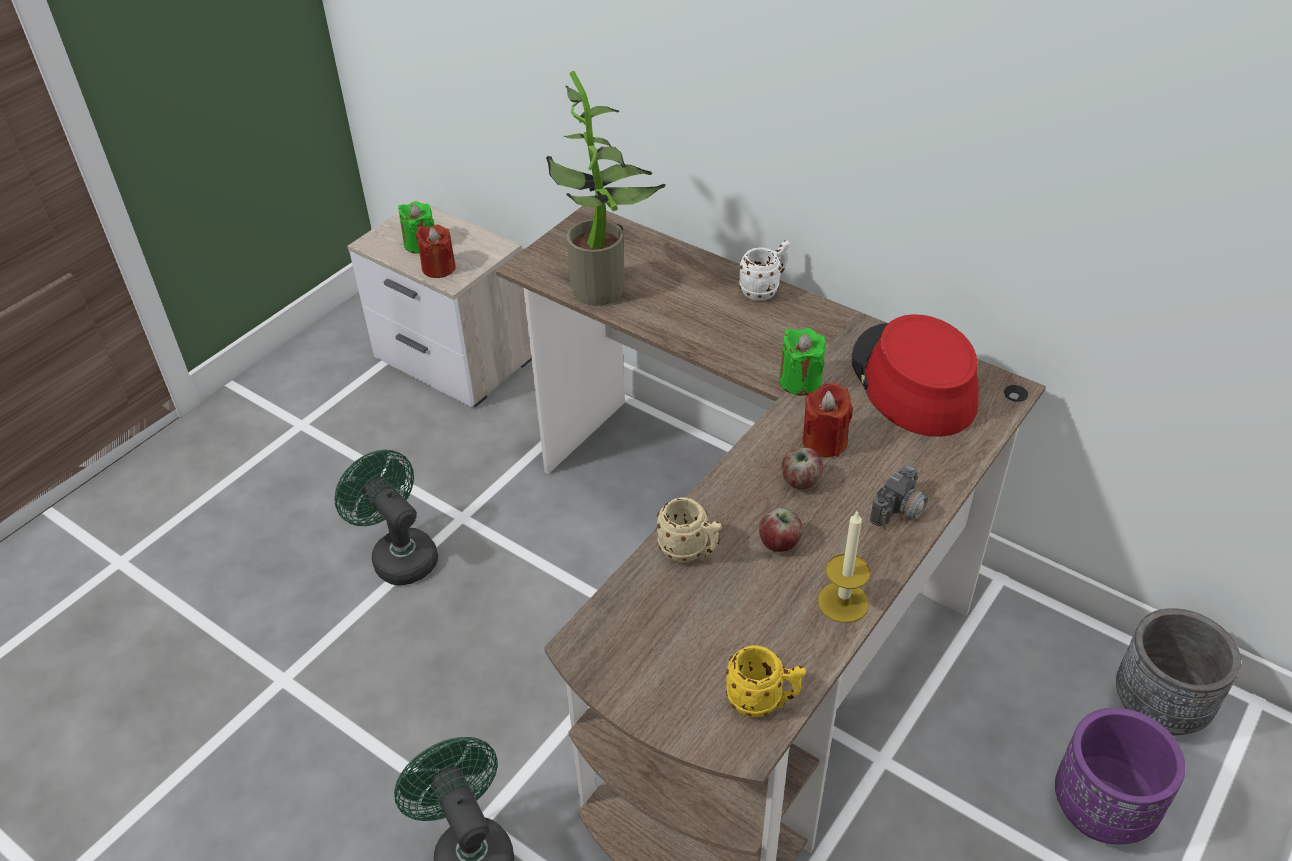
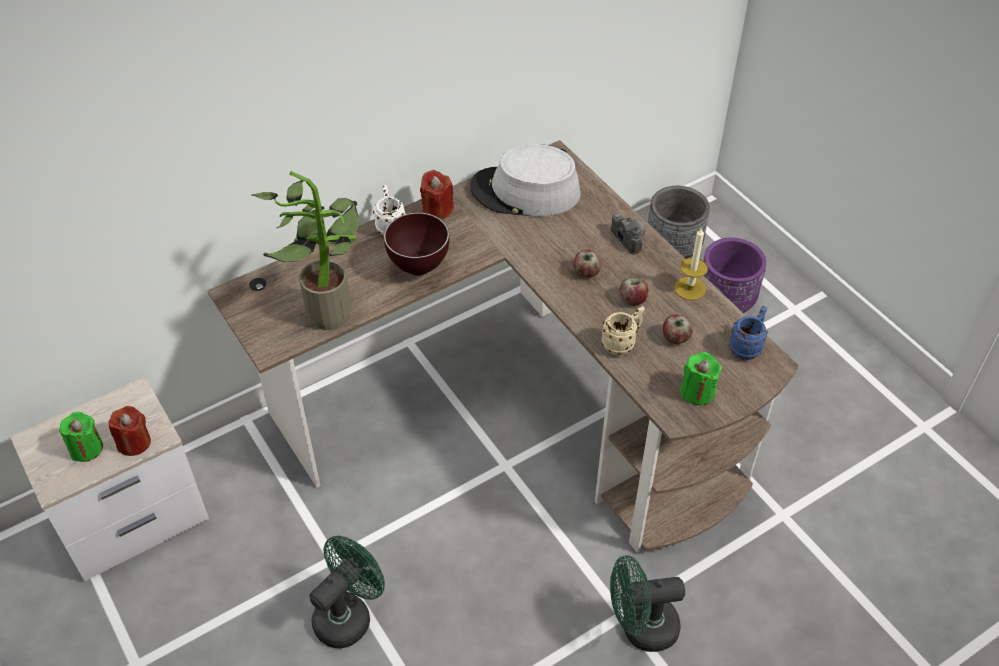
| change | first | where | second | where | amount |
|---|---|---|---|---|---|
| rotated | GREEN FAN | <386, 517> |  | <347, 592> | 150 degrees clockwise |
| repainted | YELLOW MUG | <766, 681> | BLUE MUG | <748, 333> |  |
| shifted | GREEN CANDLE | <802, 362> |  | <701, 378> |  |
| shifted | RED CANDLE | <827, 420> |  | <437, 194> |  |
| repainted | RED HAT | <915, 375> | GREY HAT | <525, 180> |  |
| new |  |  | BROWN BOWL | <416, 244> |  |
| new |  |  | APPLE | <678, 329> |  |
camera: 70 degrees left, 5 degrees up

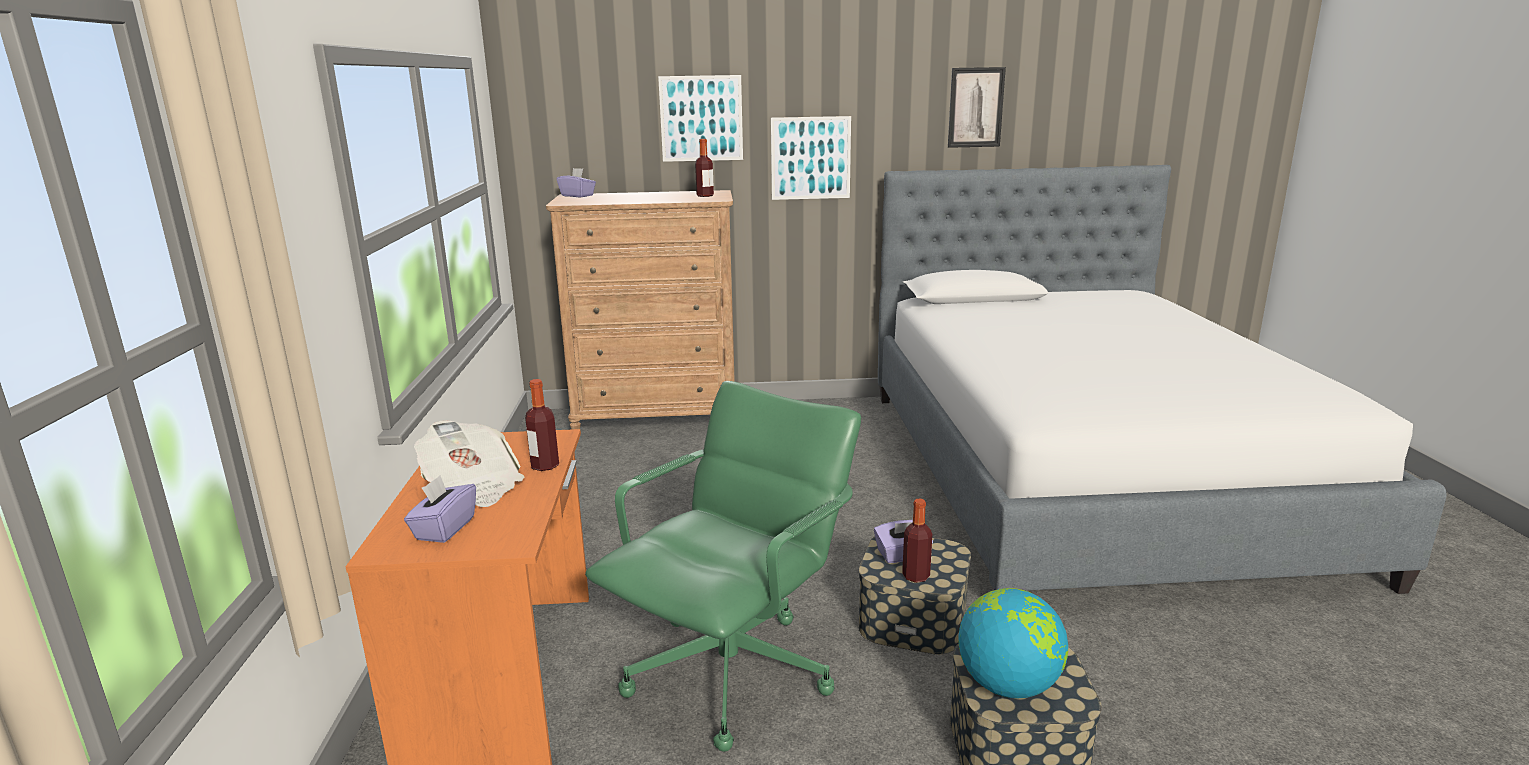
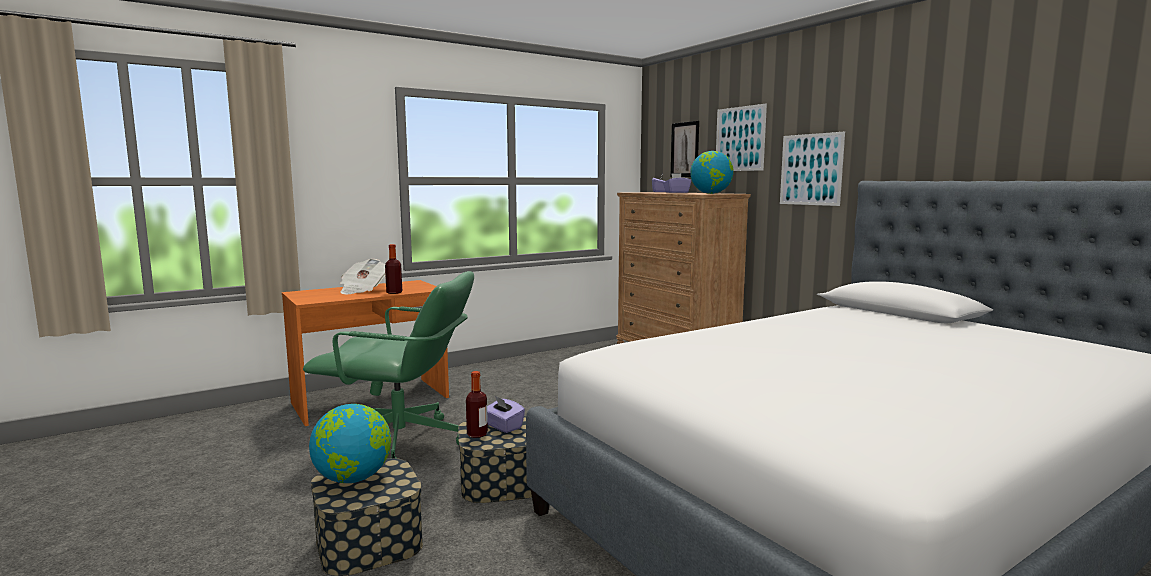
| change | first | where | second | where | amount |
|---|---|---|---|---|---|
| shifted | PURPLE TISSUE BOX | <440, 509> |  | <677, 183> |  |
| swapped | BOTTLE | <704, 168> | GLOBE | <712, 172> |  |
| shifted | PICTURE | <977, 107> |  | <684, 149> |  |
camera: 60 degrees right, 10 degrees down

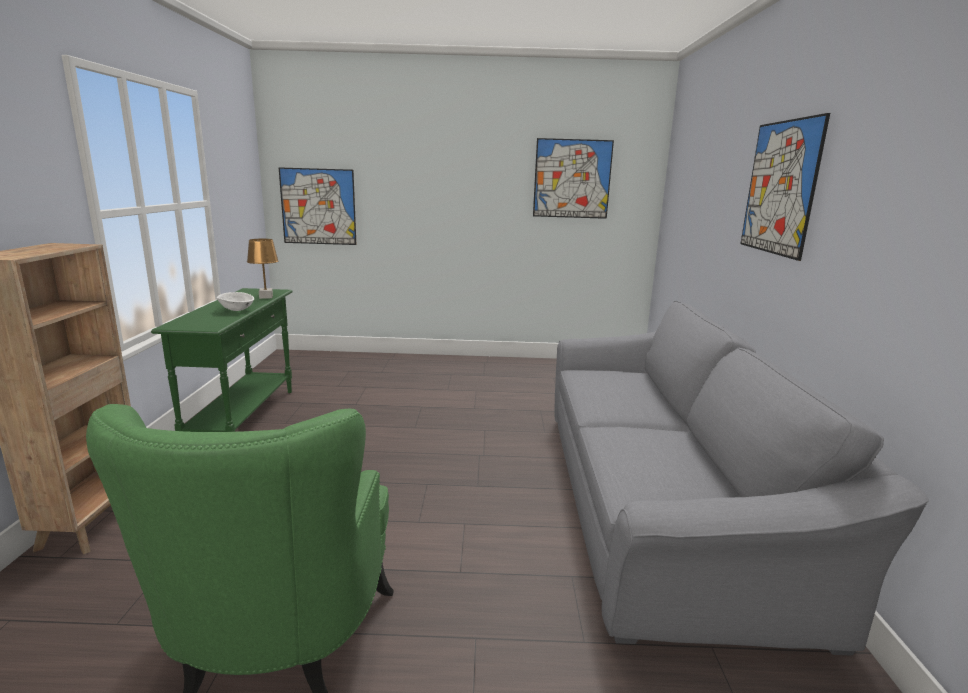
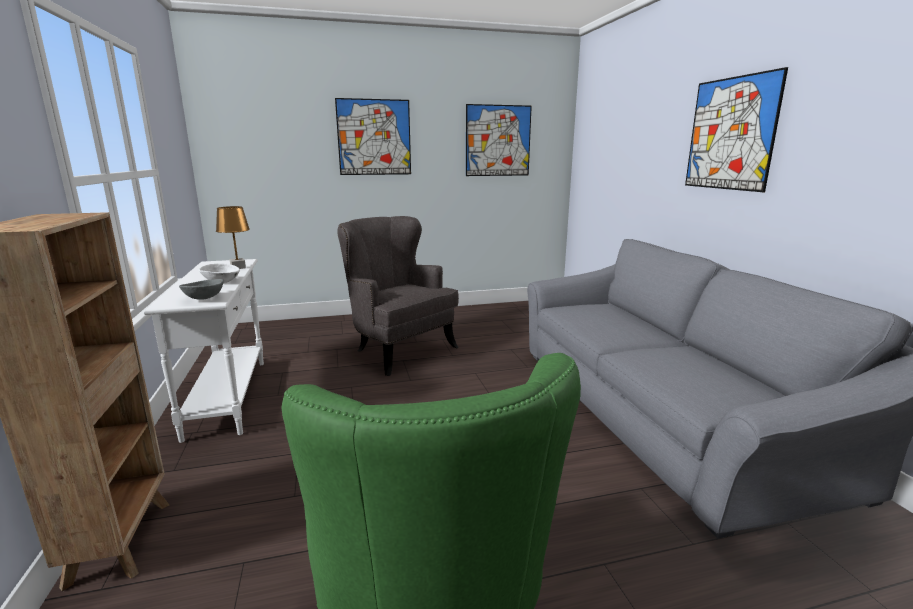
| change | first | where | second | where | amount |
|---|---|---|---|---|---|
| repainted | GREEN CONSOLE TABLE | <222, 360> | WHITE CONSOLE TABLE | <204, 351> |  |
| shifted | PICTURE | <317, 206> |  | <373, 136> |  |
| new |  |  | GREY BOWL | <201, 289> |  |
| new |  |  | GREY ARMCHAIR | <398, 296> |  |
camera: 15 degrees left, 0 degrees up

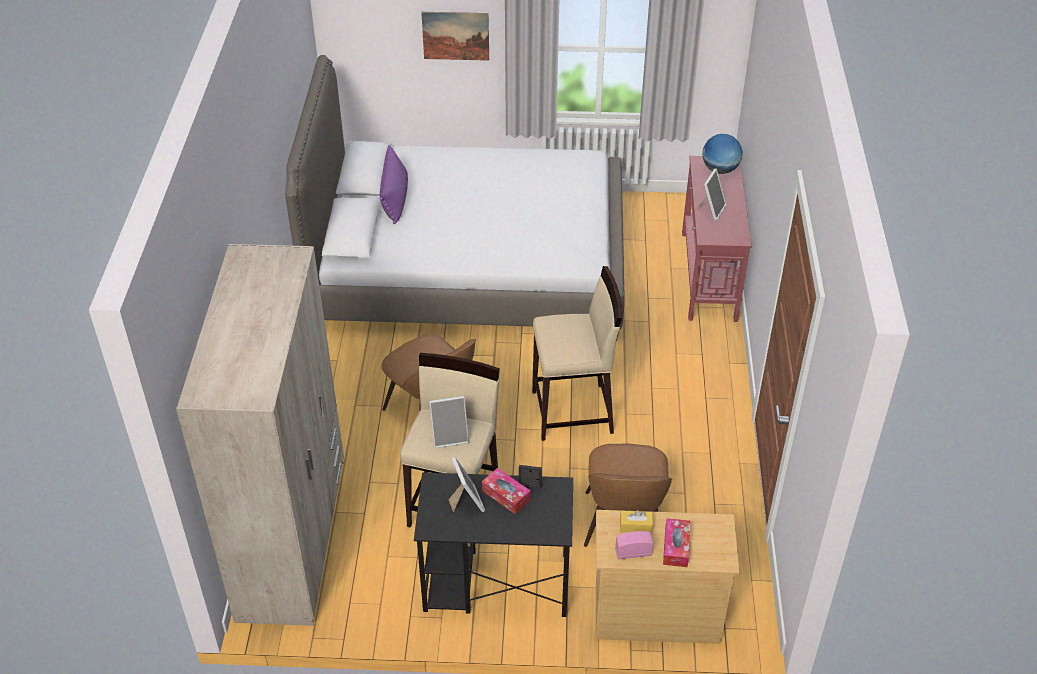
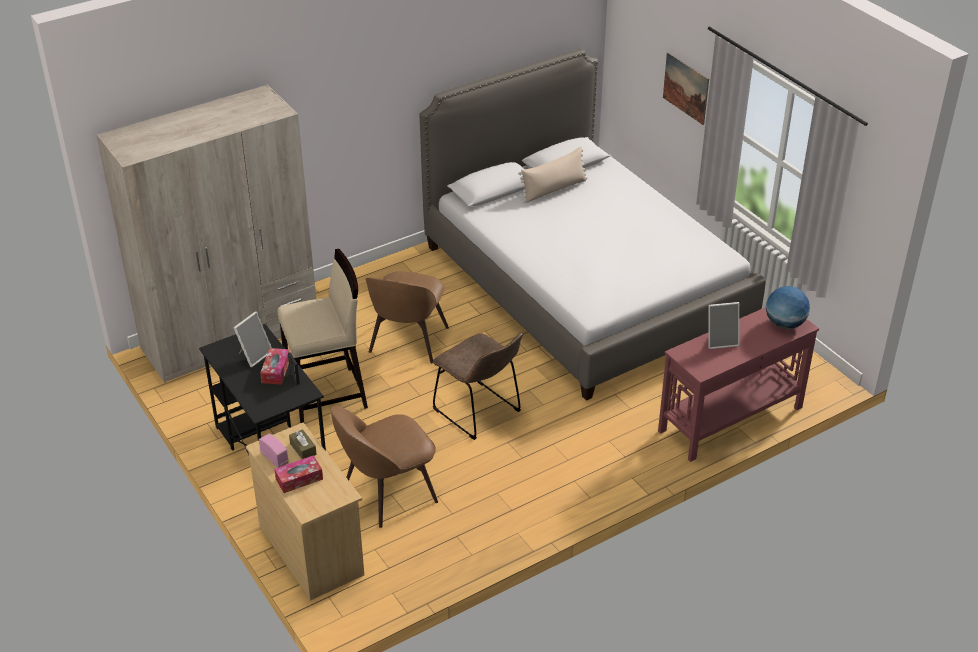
| change | first | where | second | where | amount |
|---|---|---|---|---|---|
| repainted | PURPLE PILLOW | <394, 185> | BEIGE PILLOW | <553, 175> |  |
| gone | PICTURE FRAME | <449, 422> |  |  |  |
| swapped | BEIGE STOOL | <577, 353> | BROWN CHAIR | <477, 386> |  |
| repainted | YELLOW TISSUE BOX | <636, 522> | BROWN TISSUE BOX | <303, 444> |  |
camera: 55 degrees right, 5 degrees down

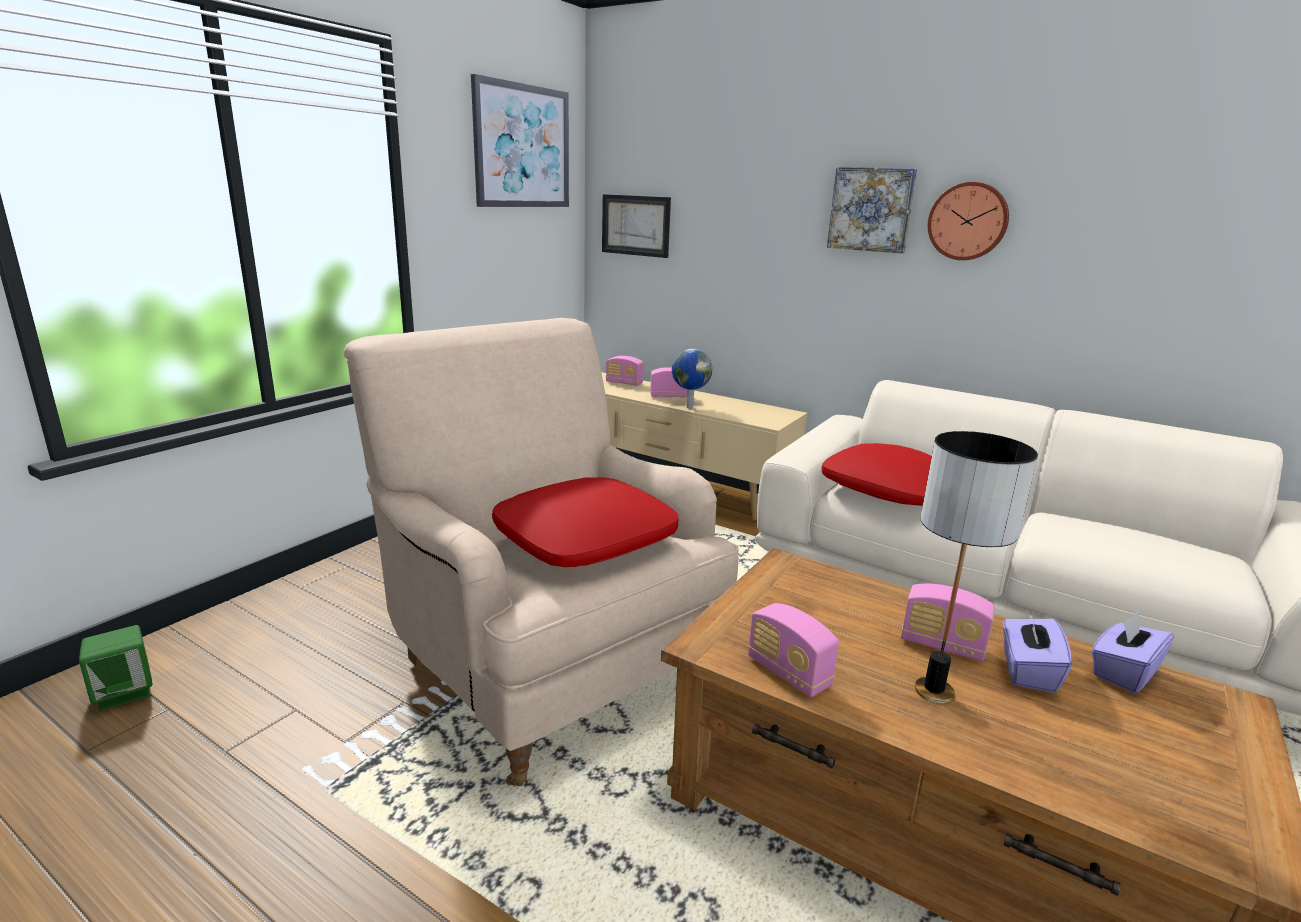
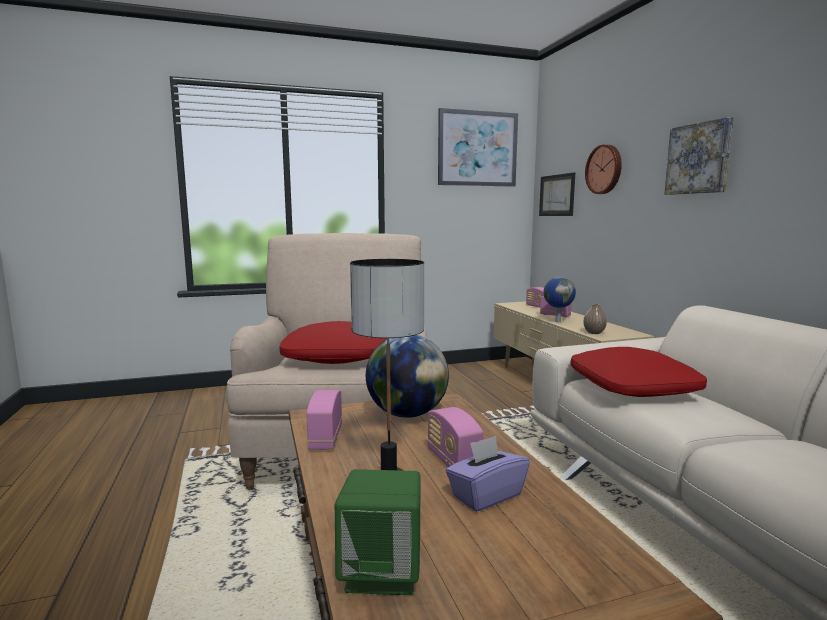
| change | first | where | second | where | amount |
|---|---|---|---|---|---|
| shifted | GREEN SPEAKER | <115, 668> |  | <378, 532> |  |
| shifted | WALL CLOCK | <968, 221> |  | <603, 169> |  |
| gone | PURPLE TISSUE BOX | <1133, 652> |  |  |  |
| new |  |  | GLOBE | <407, 376> |  |
| new |  |  | VASE | <595, 319> |  |
camera: 40 degrees right, 10 degrees down

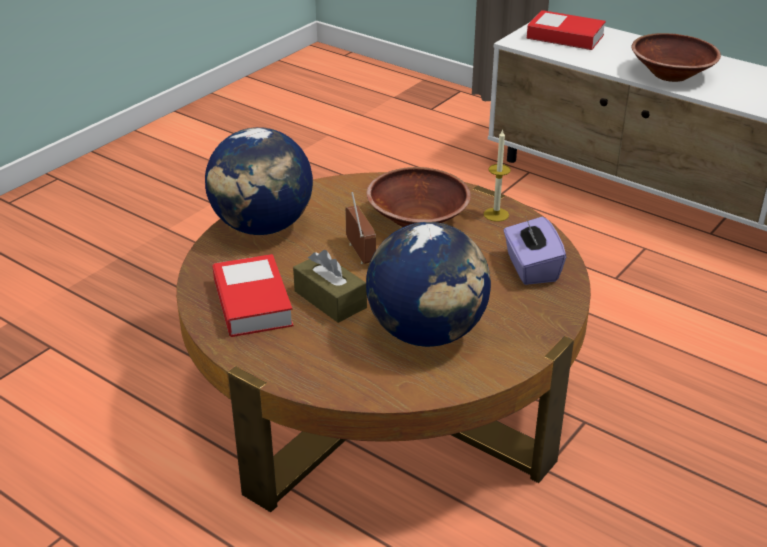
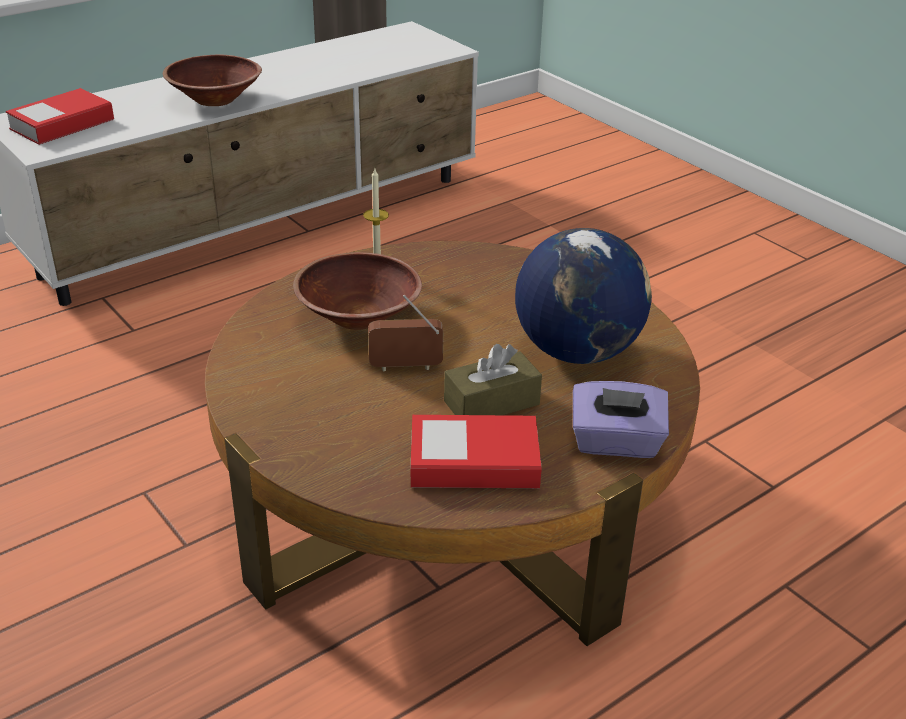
| change | first | where | second | where | amount |
|---|---|---|---|---|---|
| gone | GLOBE | <259, 181> |  |  |  |
| shifted | PURPLE TISSUE BOX | <534, 251> |  | <621, 419> |  |
camera: 75 degrees left, 0 degrees up

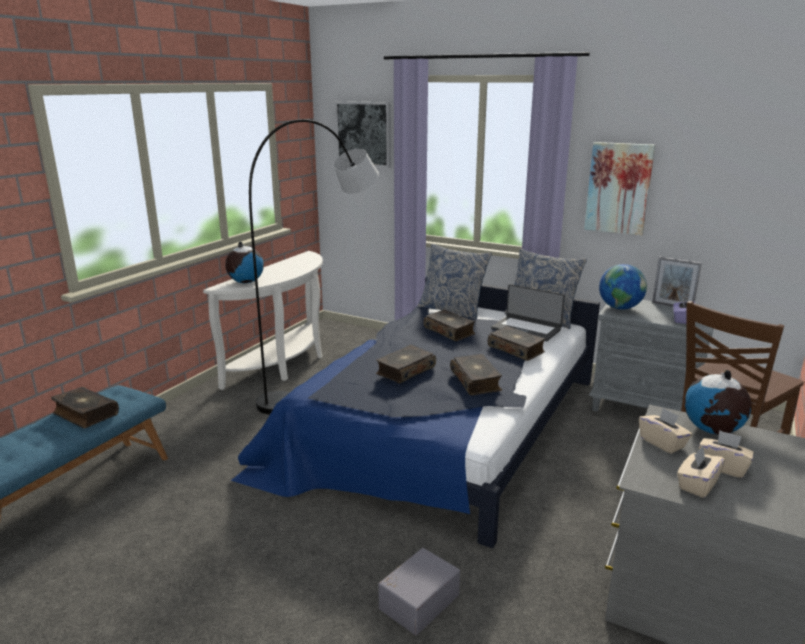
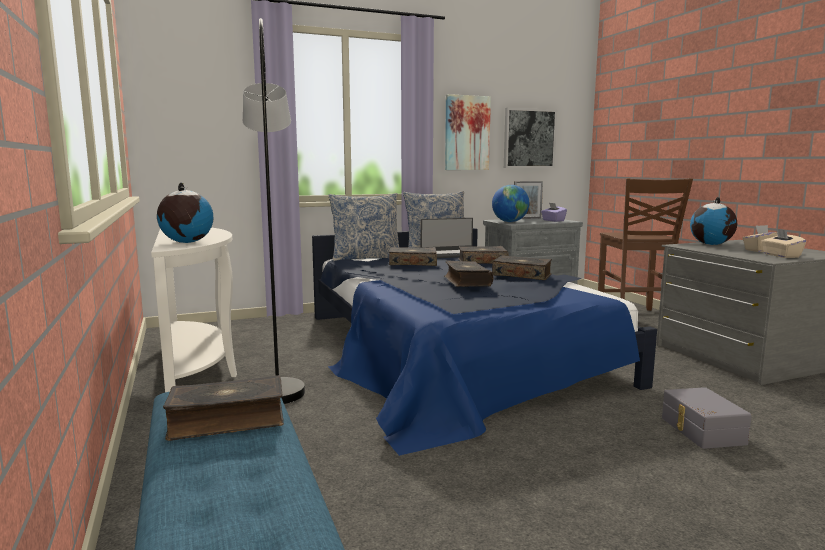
| change | first | where | second | where | amount |
|---|---|---|---|---|---|
| shifted | PICTURE | <363, 134> |  | <530, 138> |  |
| gone | BEIGE TISSUE BOX | <665, 431> |  |  |  |
camera: 50 degrees left, 10 degrees down

